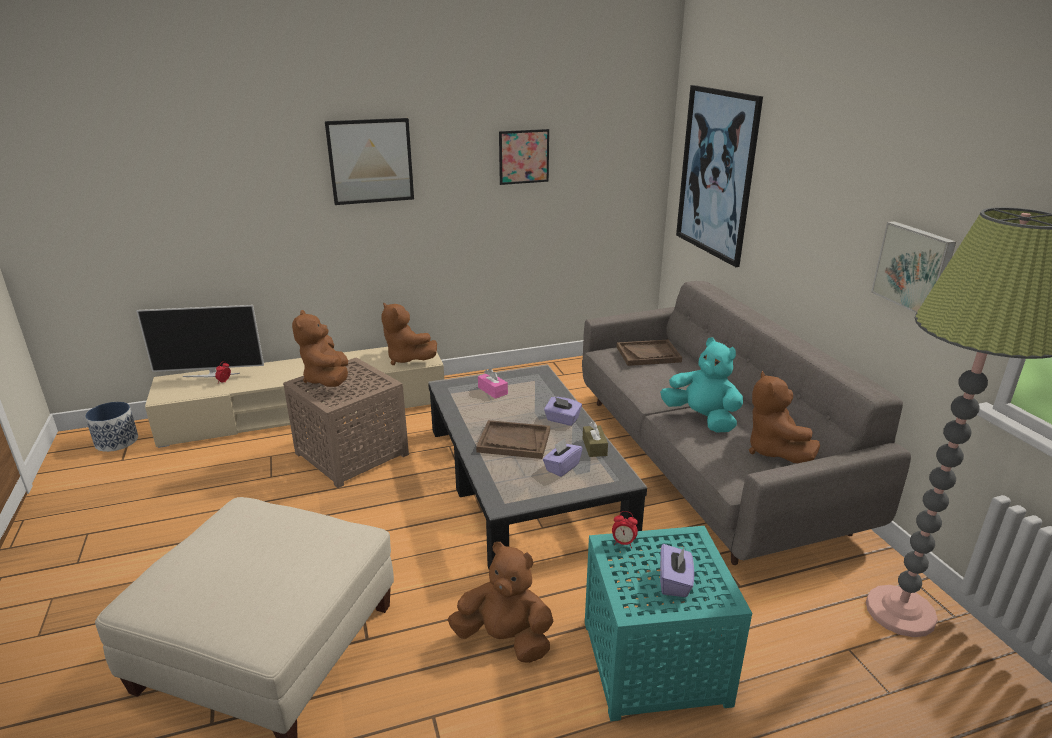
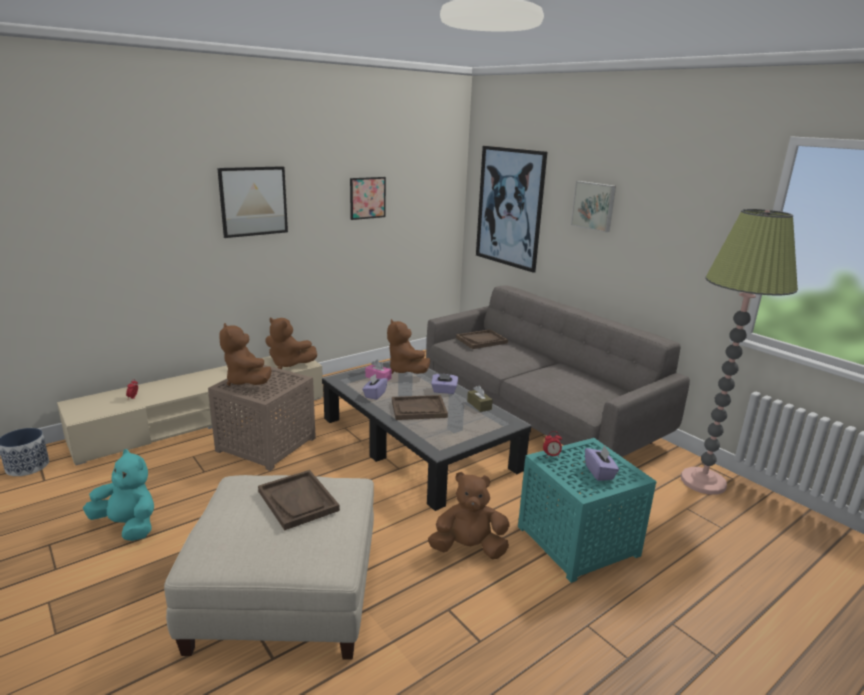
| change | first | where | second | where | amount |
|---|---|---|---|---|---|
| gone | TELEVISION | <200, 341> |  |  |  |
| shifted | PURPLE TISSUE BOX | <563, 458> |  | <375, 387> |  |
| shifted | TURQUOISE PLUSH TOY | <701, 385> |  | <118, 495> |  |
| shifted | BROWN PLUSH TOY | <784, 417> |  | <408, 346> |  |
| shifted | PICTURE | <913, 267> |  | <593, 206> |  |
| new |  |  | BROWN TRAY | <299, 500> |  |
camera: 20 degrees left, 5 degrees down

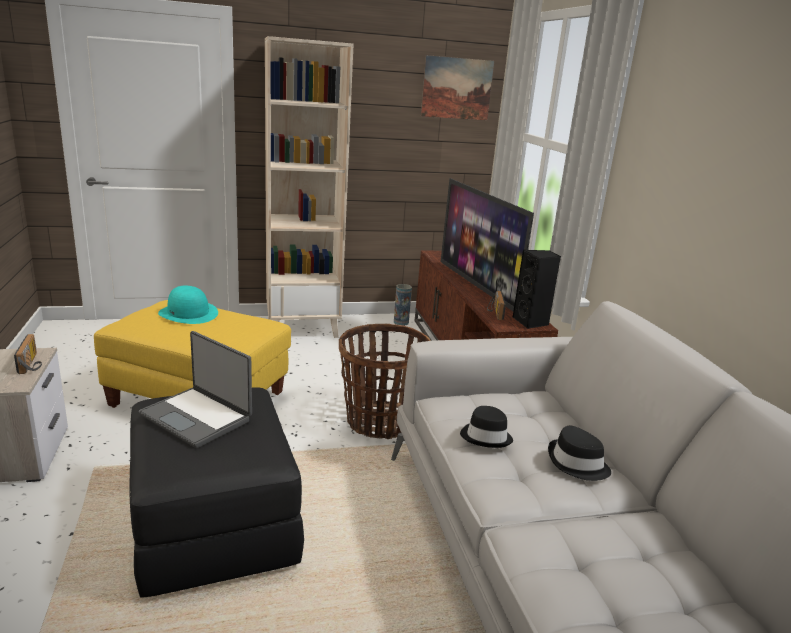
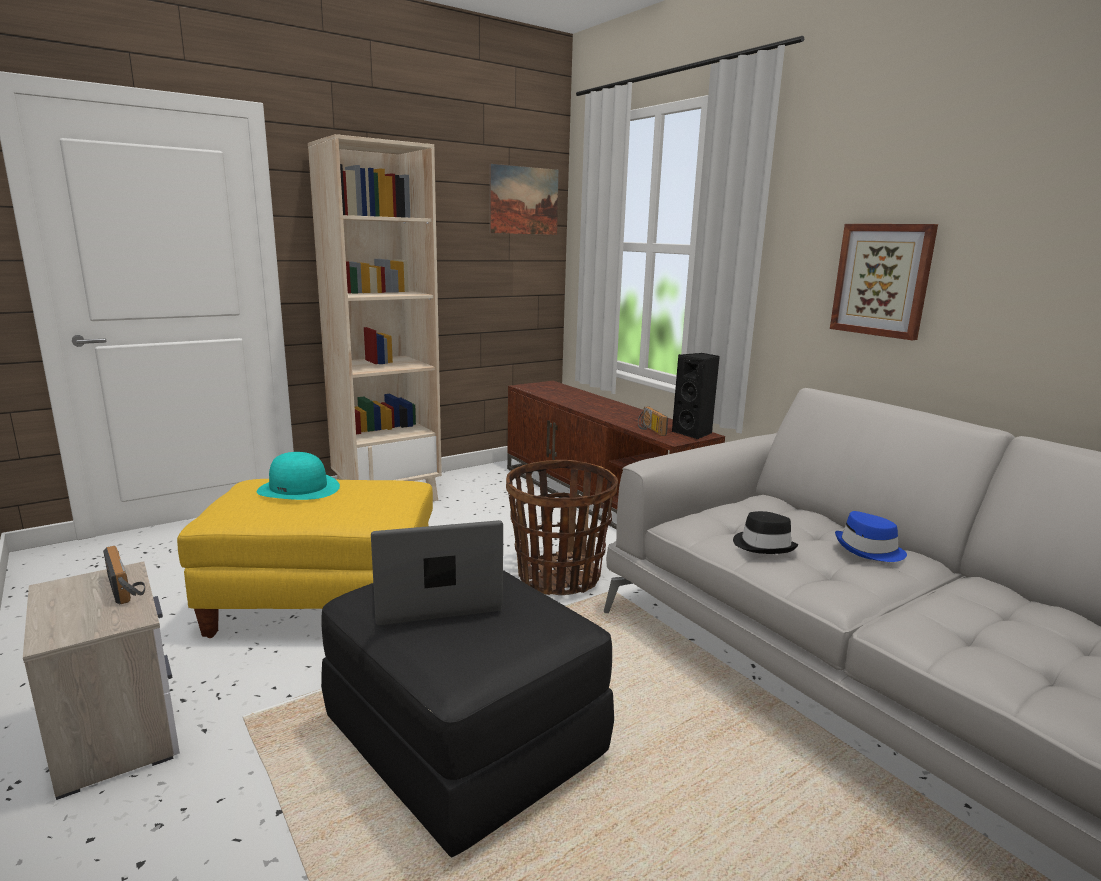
| change | first | where | second | where | amount |
|---|---|---|---|---|---|
| rotated | LAPTOP | <195, 389> |  | <437, 572> | 150 degrees clockwise |
| gone | VASE | <403, 305> |  |  |  |
| gone | TELEVISION | <487, 244> |  |  |  |
| repainted | BLACK HAT | <579, 453> | BLUE HAT | <871, 536> |  |
| new |  |  | PICTURE | <884, 282> |  |
camera: 20 degrees left, 5 degrees down

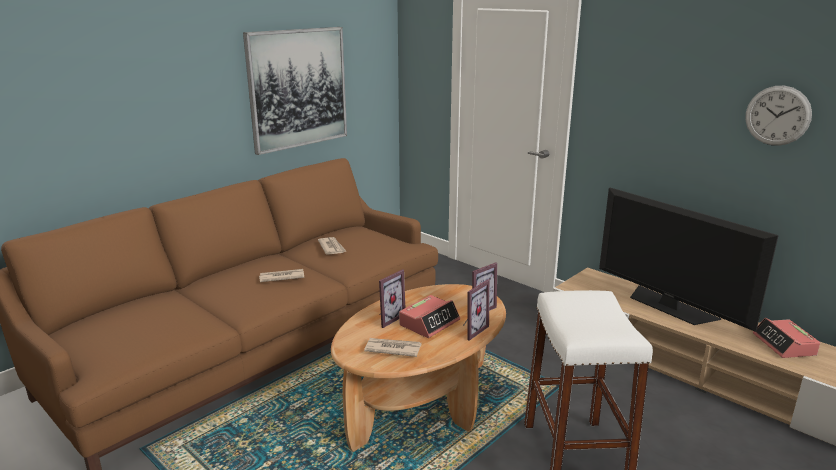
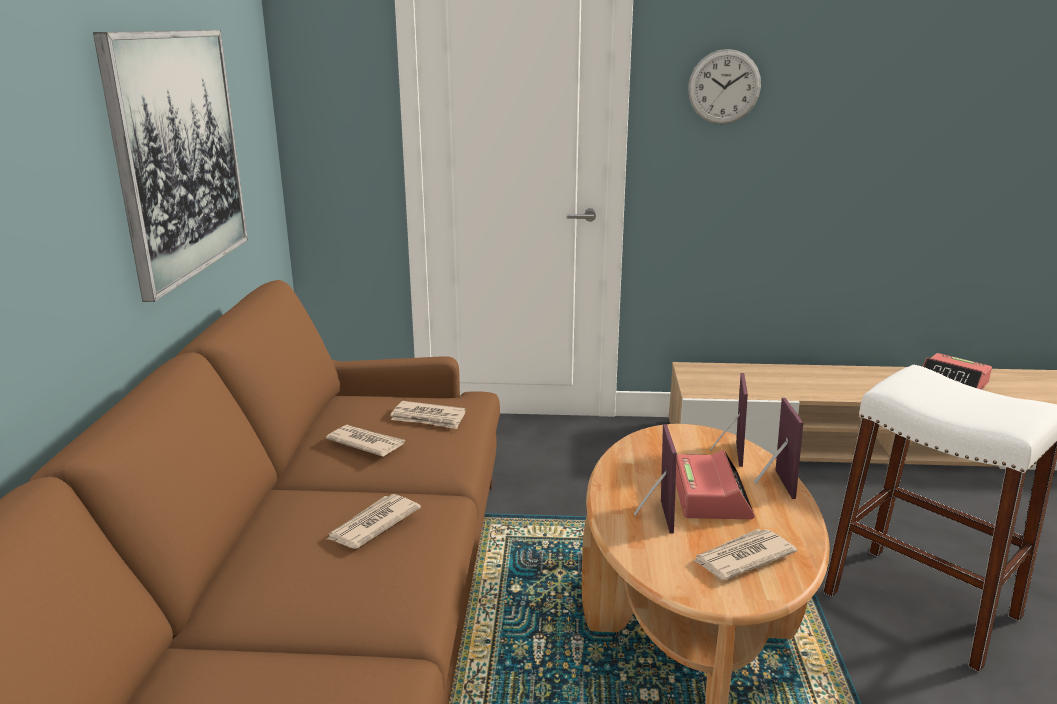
| change | first | where | second | where | amount |
|---|---|---|---|---|---|
| gone | TELEVISION | <689, 260> |  |  |  |
| shifted | WALL CLOCK | <778, 116> |  | <724, 86> |  |
| new |  |  | NEWSPAPER | <428, 415> |  |
camera: 40 degrees left, 0 degrees up

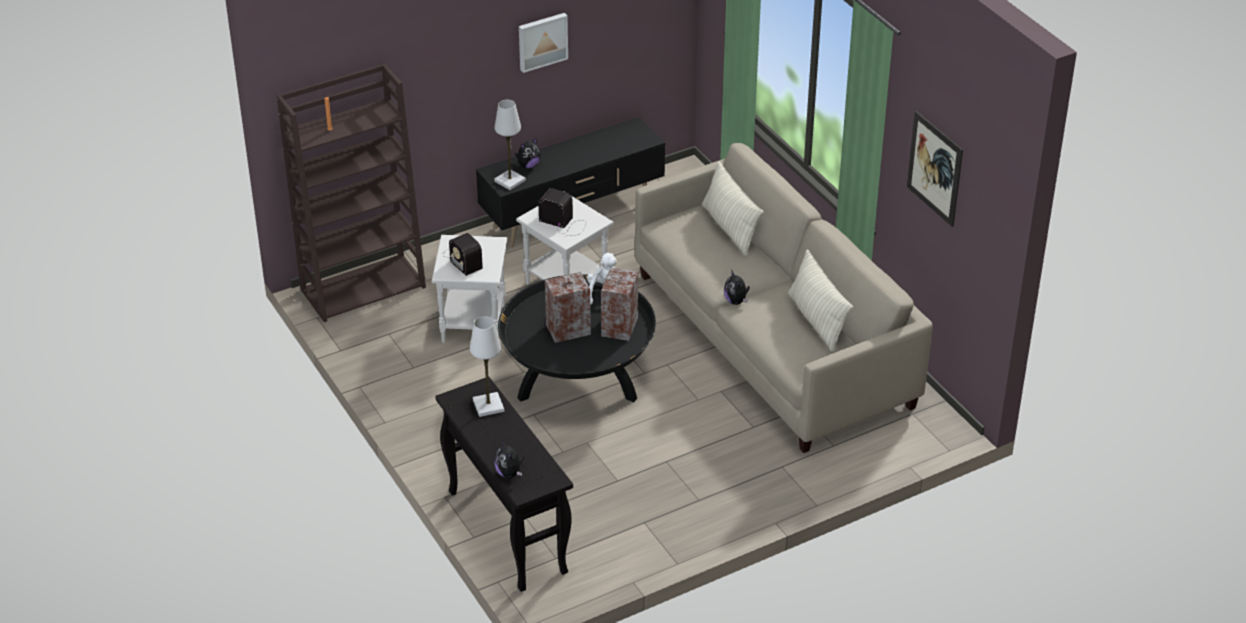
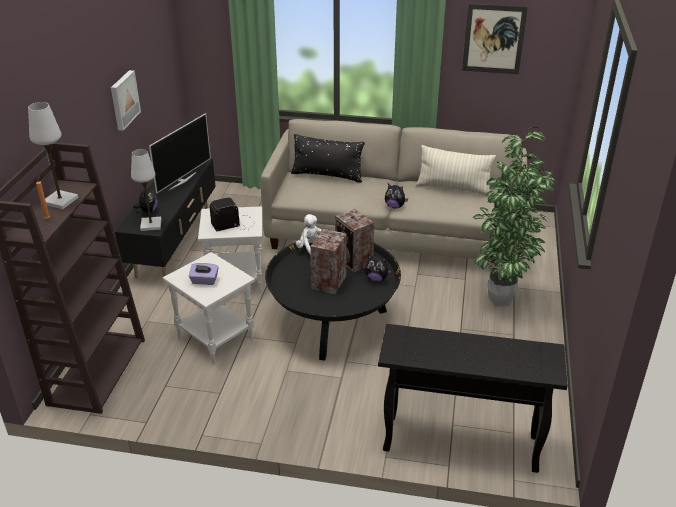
| change | first | where | second | where | amount |
|---|---|---|---|---|---|
| swapped | RADIO | <462, 254> | PURPLE TISSUE BOX | <204, 274> |  |
| shifted | WHITE TABLE LAMP | <487, 366> |  | <53, 155> |  |
| shifted | PLUSH TOY | <509, 459> |  | <378, 267> |  |
| repainted | BEIGE PILLOW | <733, 209> | BLACK PILLOW | <328, 158> |  |
| new |  |  | TELEVISION | <180, 153> |  |
| new |  |  | POTTED PLANT | <514, 216> |  |
camera: 50 degrees left, 5 degrees down

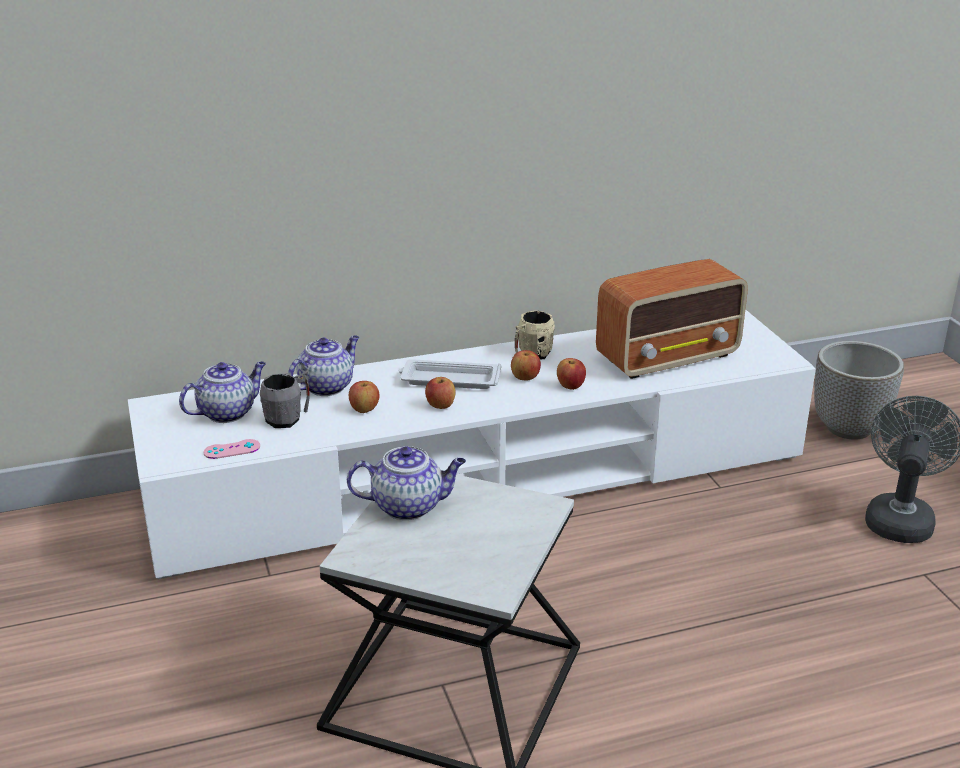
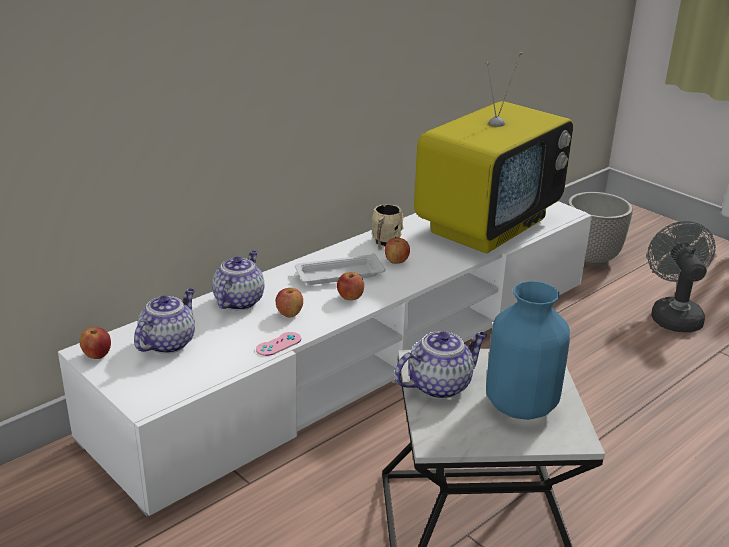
| change | first | where | second | where | amount |
|---|---|---|---|---|---|
| shifted | PINK GAME CONTROLLER | <232, 449> |  | <278, 344> |  |
| gone | GREY MUG | <285, 399> |  |  |  |
| shifted | APPLE | <571, 374> |  | <95, 343> |  |
| swapped | RADIO | <672, 319> | TELEVISION | <493, 152> |  |
| new |  |  | BLUE VASE | <528, 350> |  |
camera: 25 degrees left, 0 degrees up

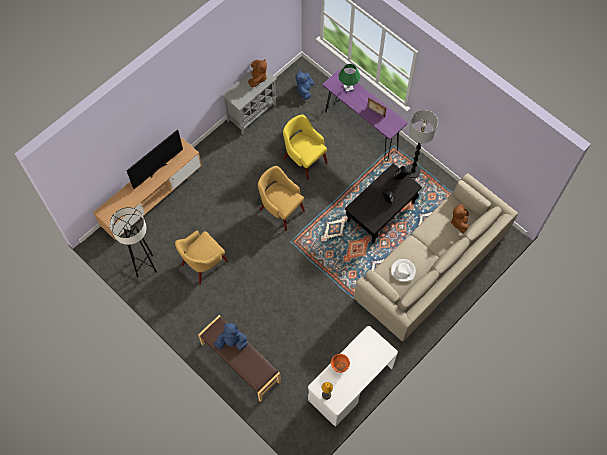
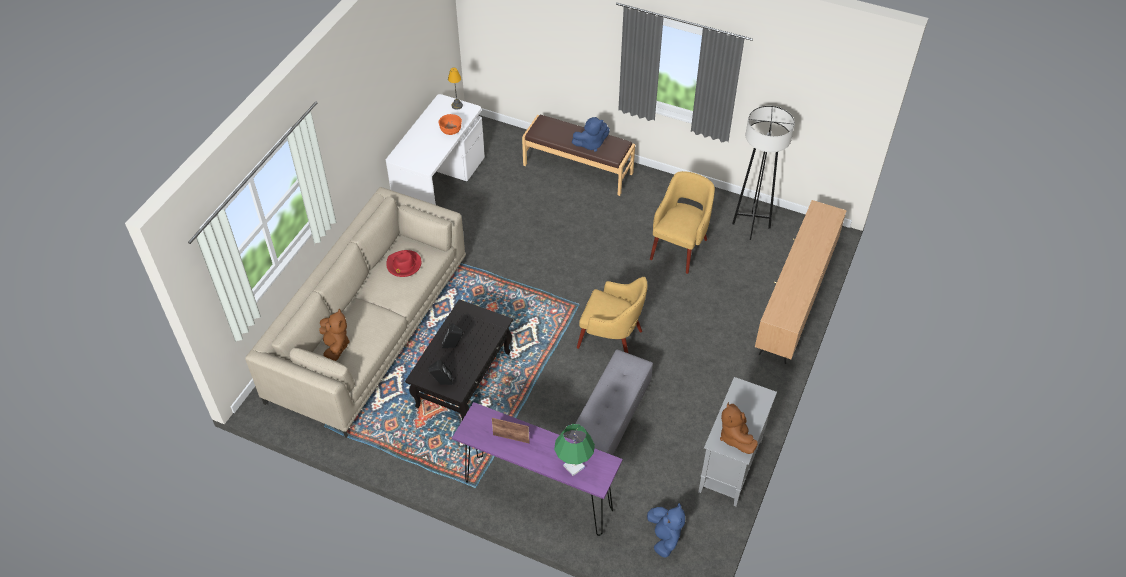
| change | first | where | second | where | amount |
|---|---|---|---|---|---|
| gone | TELEVISION | <154, 159> |  |  |  |
| swapped | YELLOW ARMCHAIR | <305, 147> | GREY OTTOMAN | <610, 402> |  |
| repainted | WHITE HAT | <403, 270> | RED HAT | <403, 263> |  |
| gone | FLOOR LAMP | <422, 144> |  |  |  |
camera: 160 degrees right, 15 degrees down

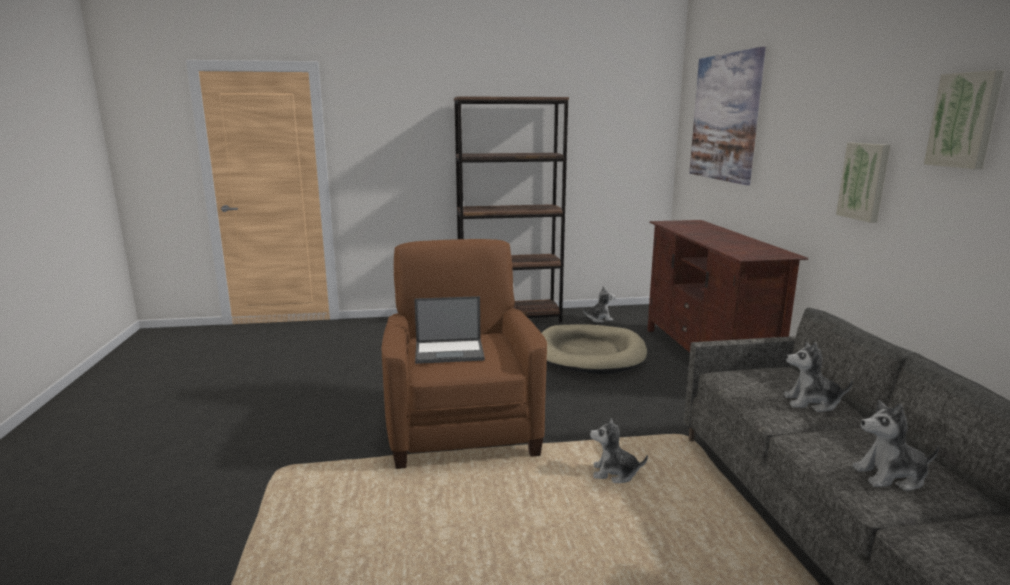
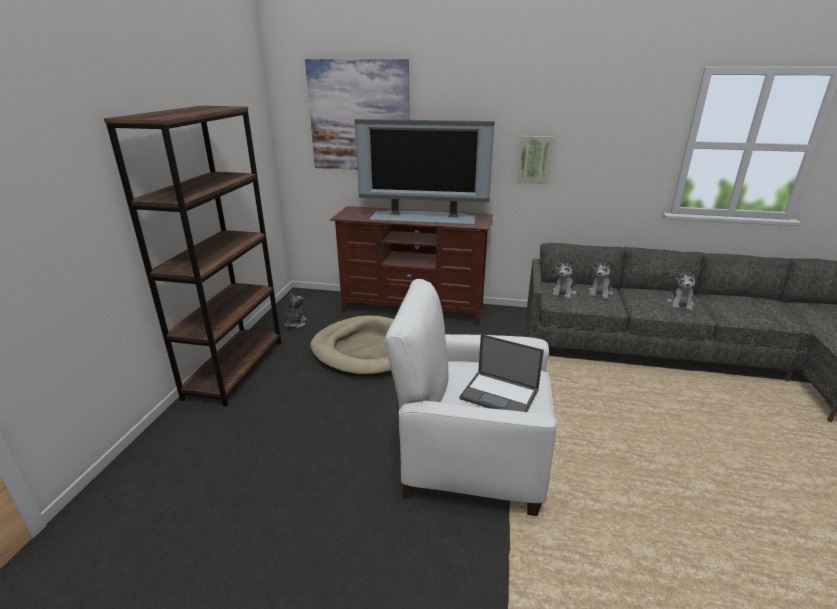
| change | first | where | second | where | amount |
|---|---|---|---|---|---|
| repainted | BROWN ARMCHAIR | <464, 354> | WHITE ARMCHAIR | <471, 397> |  |
| rotated | LAPTOP | <449, 330> |  | <501, 373> | 105 degrees clockwise |
| shifted | PLUSH TOY | <619, 450> |  | <565, 279> |  |
| gone | PICTURE | <964, 119> |  |  |  |
| new |  |  | TELEVISION | <425, 172> |  |
camera: 70 degrees left, 10 degrees up

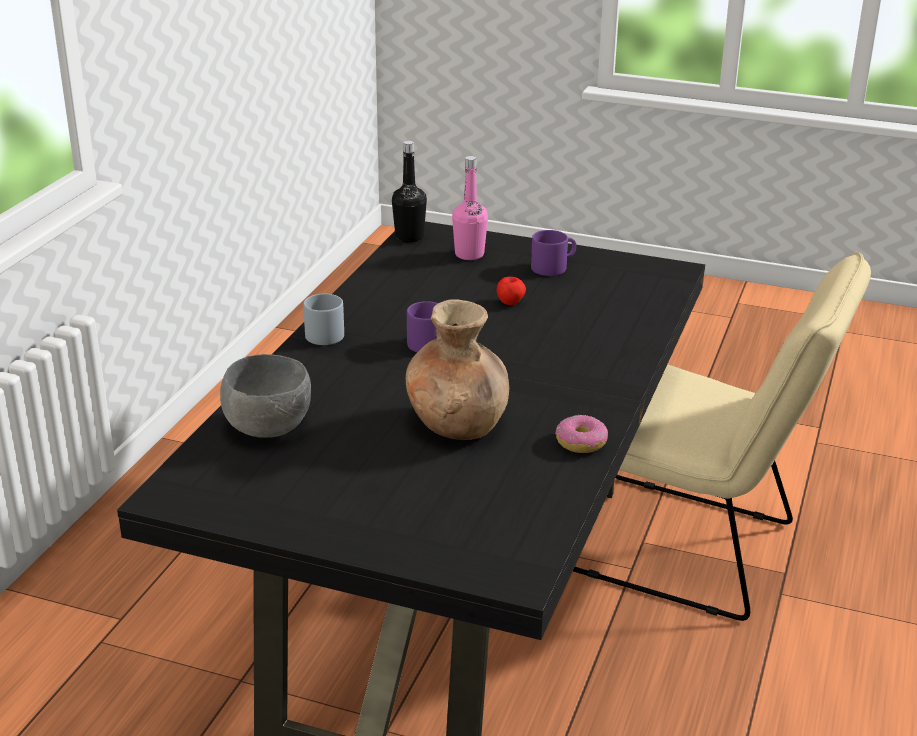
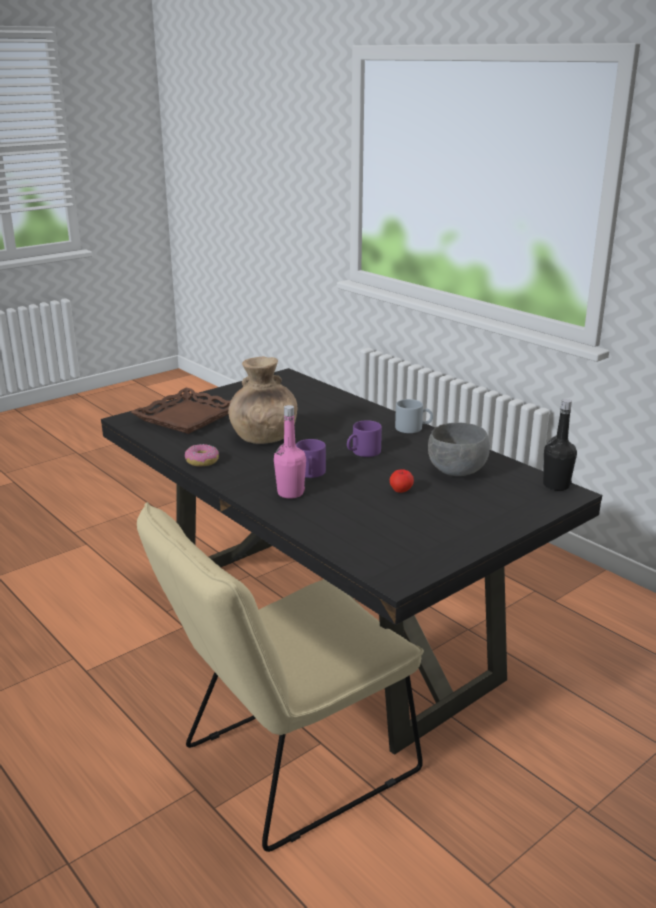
| change | first | where | second | where | amount |
|---|---|---|---|---|---|
| shifted | GREY BOWL | <265, 396> |  | <459, 449> |  |
| shifted | PINK BOTTLE | <470, 208> |  | <290, 452> |  |
| shifted | PURPLE MUG | <553, 253> |  | <311, 458> |  |
| new |  |  | BROWN TRAY | <181, 410> |  |
camera: 120 degrees right, 5 degrees down

